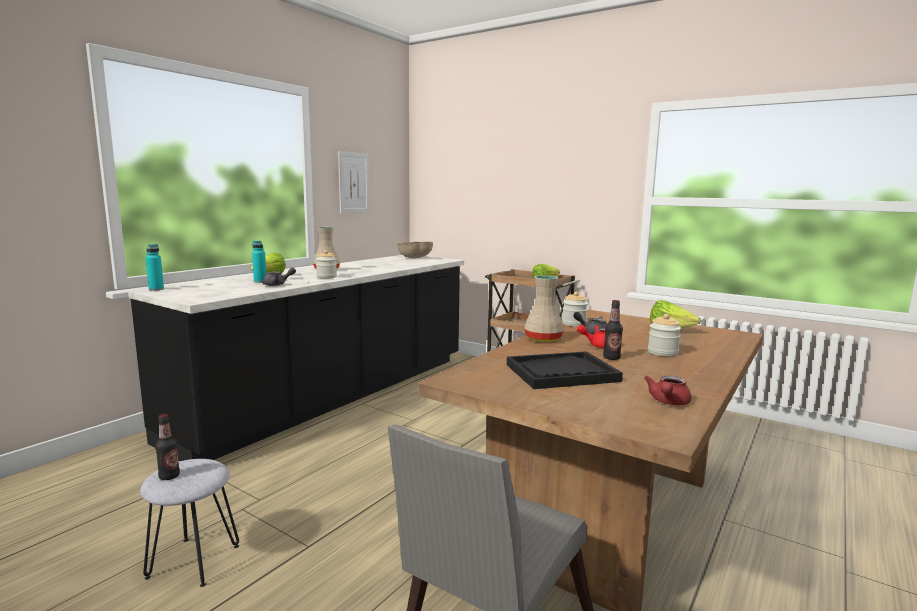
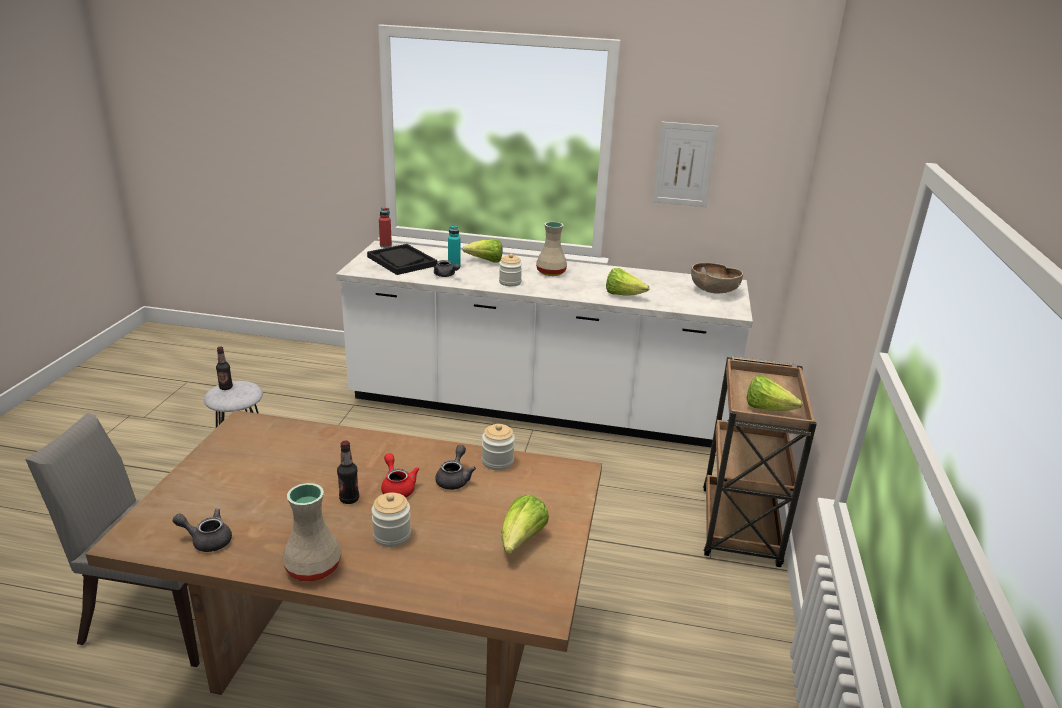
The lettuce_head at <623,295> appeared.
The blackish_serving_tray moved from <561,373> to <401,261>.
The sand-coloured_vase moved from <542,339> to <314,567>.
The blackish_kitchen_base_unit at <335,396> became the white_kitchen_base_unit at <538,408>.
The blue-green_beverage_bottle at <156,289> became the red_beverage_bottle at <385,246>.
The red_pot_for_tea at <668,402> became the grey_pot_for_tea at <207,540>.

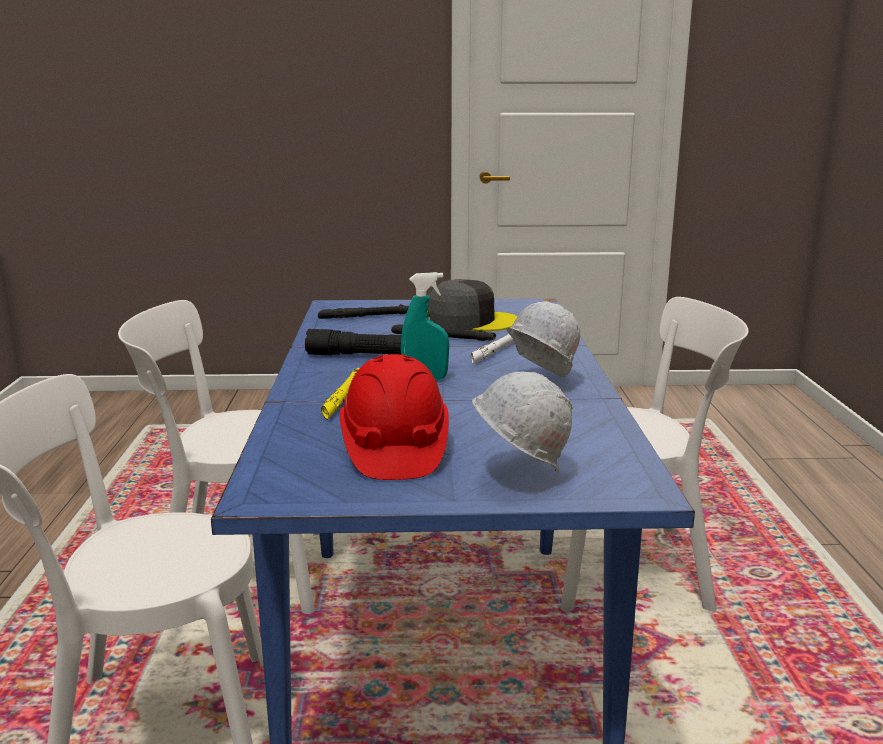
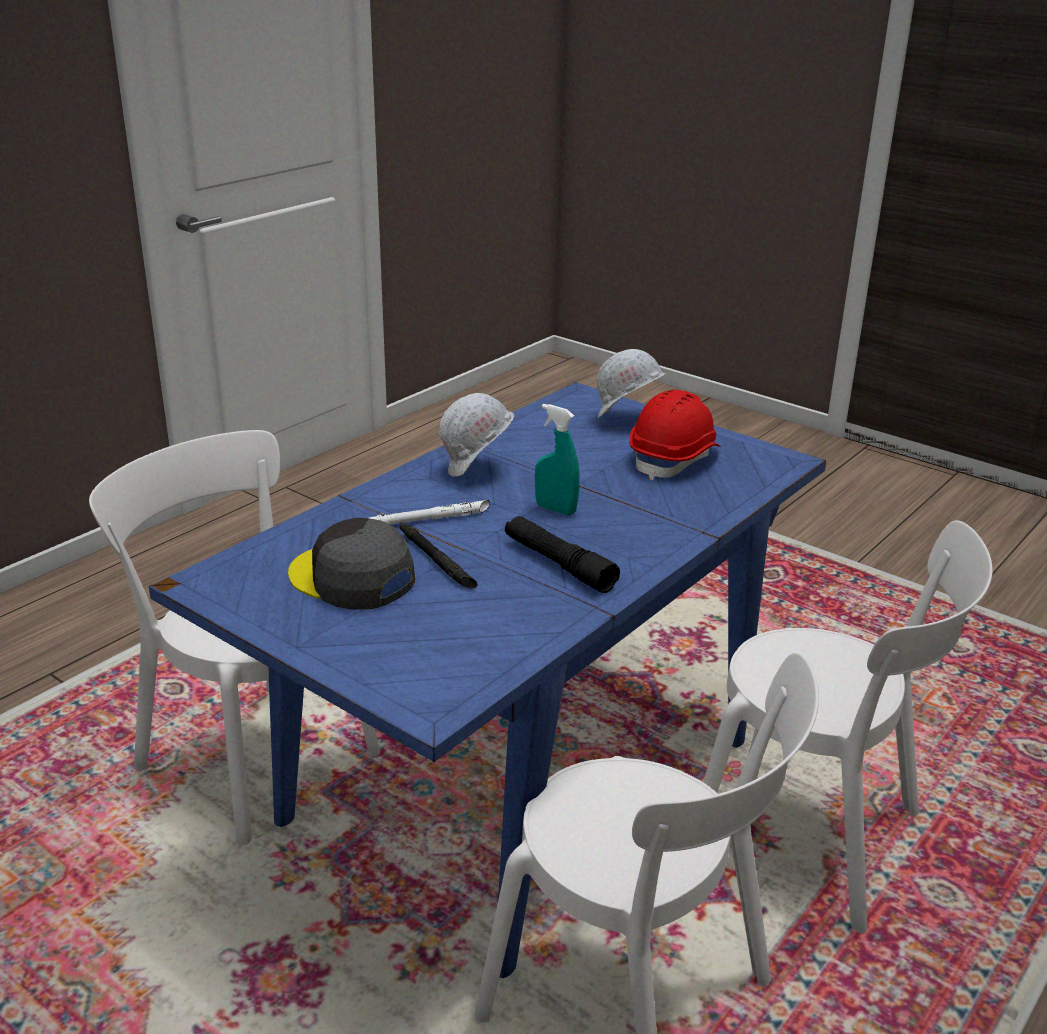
The blackish_hand_torch at <366,316> disappeared.
The yellow_hand_torch at <343,398> disappeared.

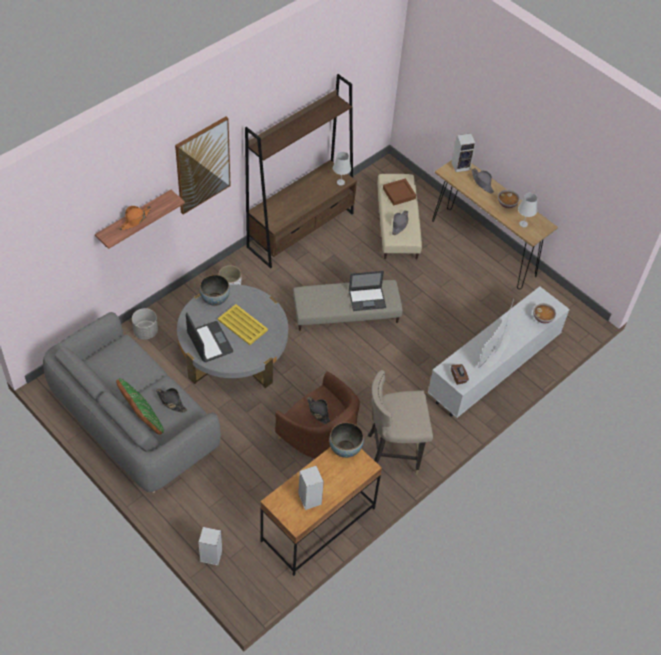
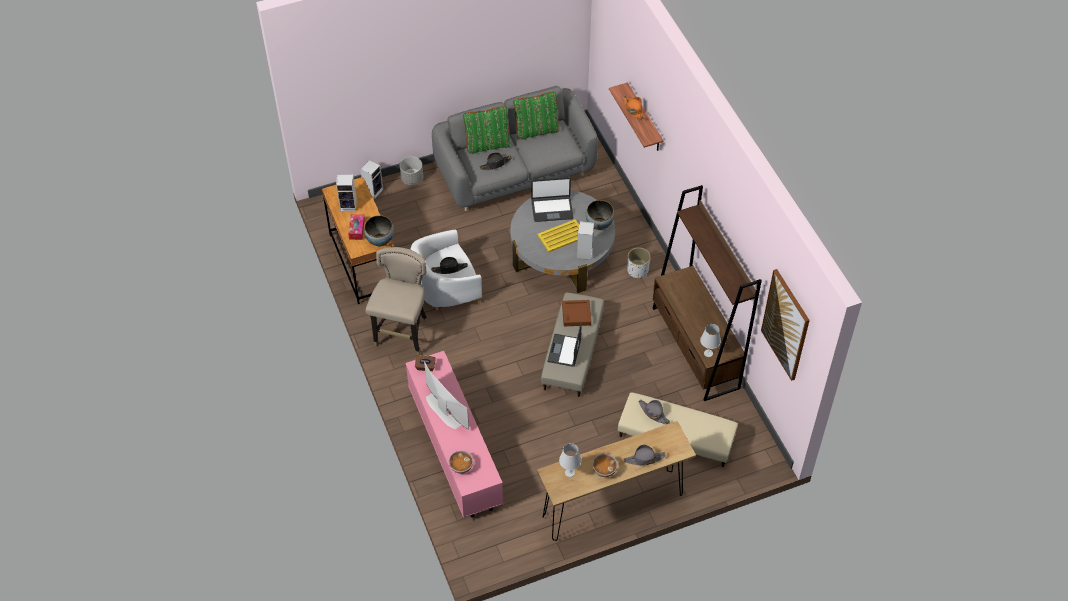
The tissue_box at <357,229> appeared.
The green_cushion at <536,130> appeared.
The grey_flower_pot moved from <145,332> to <412,179>.
The wall_picture moved from <202,165> to <786,325>.
The brownish_serving_tray moved from <399,194> to <576,315>.
The speaker moved from <461,166> to <585,253>.
The brownish_armchair at <319,435> became the white_armchair at <446,289>.
The white_tv_unit at <492,368> became the pinkish_tv_unit at <455,448>.

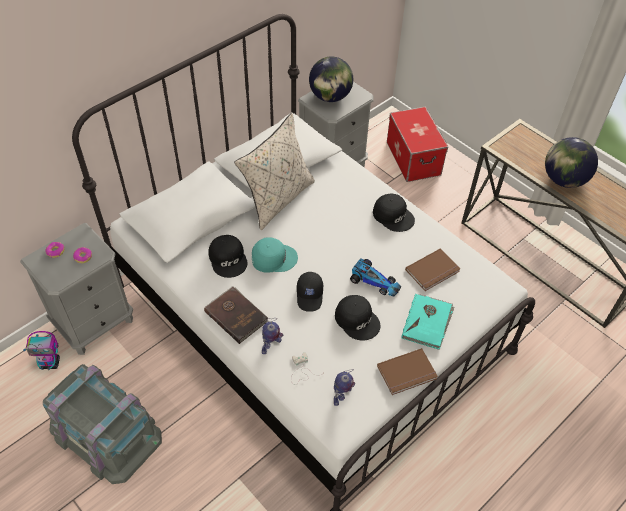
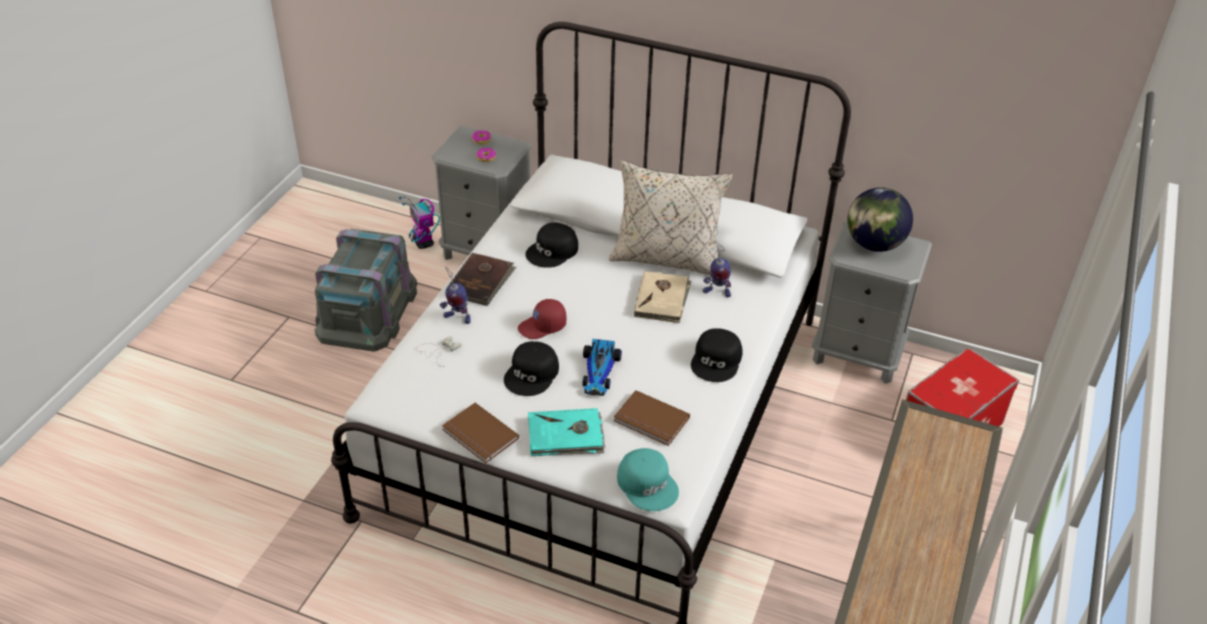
The globe at <563,180> disappeared.
The sand-coloured_bound_book at <662,299> appeared.
The blue-green_cap moved from <273,258> to <648,484>.
The robot_figure moved from <341,395> to <716,292>.
The blackish_cap at <310,295> became the red_cap at <542,327>.

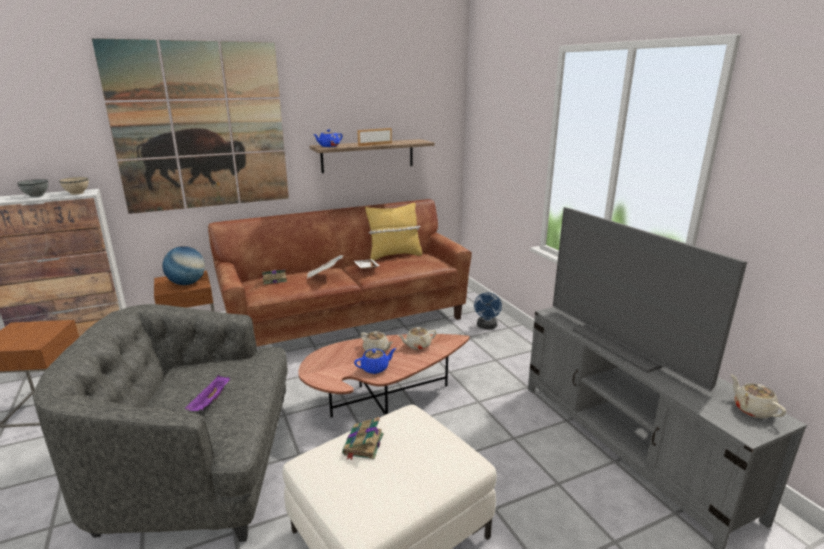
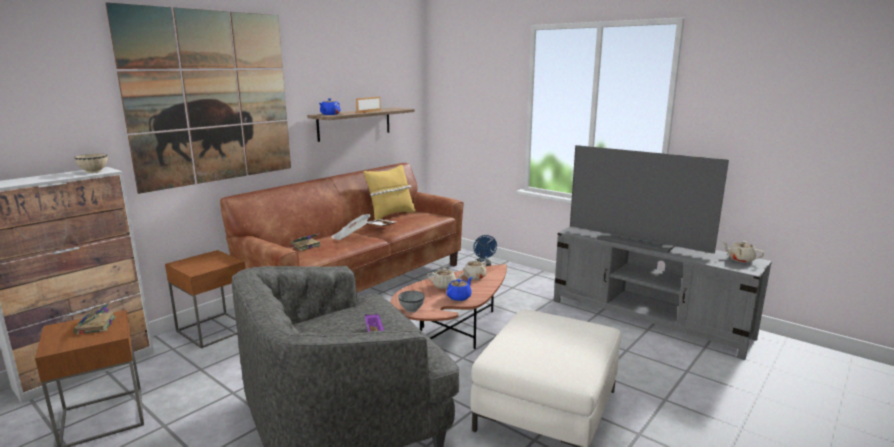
The globe at <187,283> disappeared.
The grey_serving_bowl moved from <36,196> to <411,309>.
The bound_book moved from <363,445> to <95,326>.

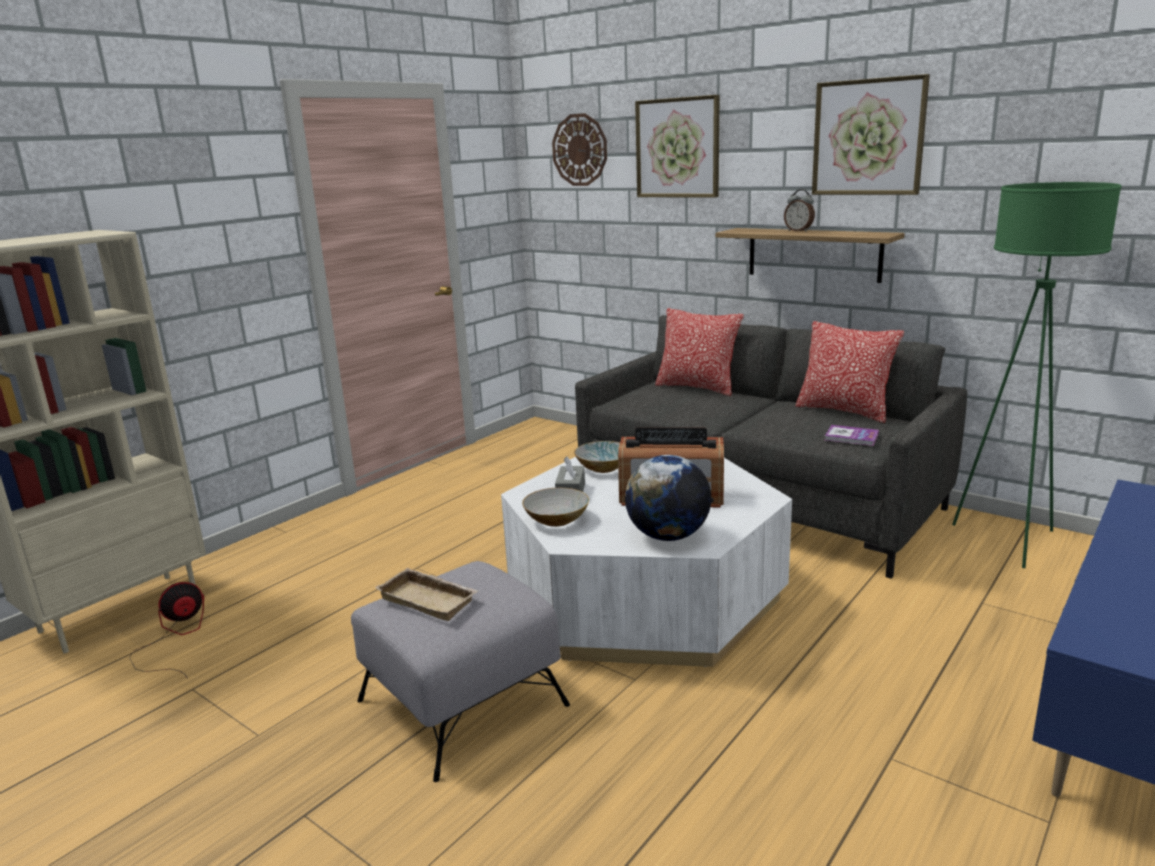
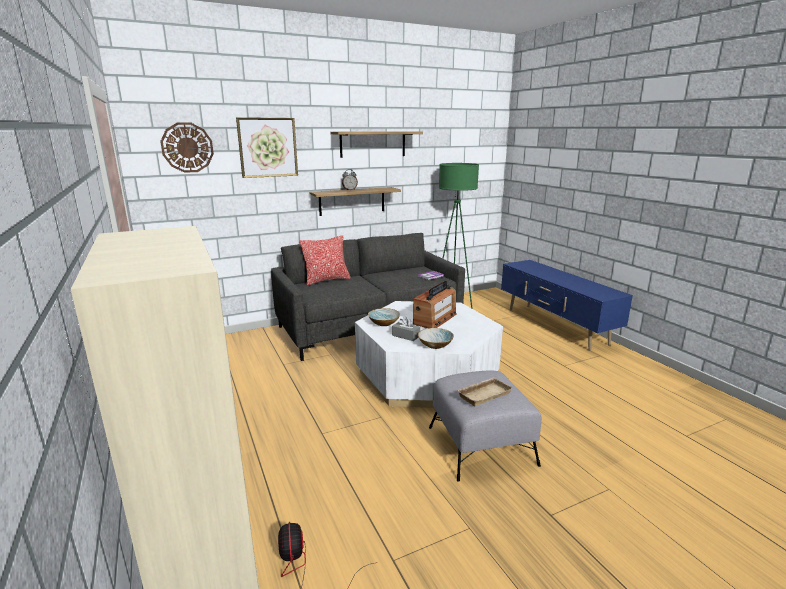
The globe at <668,536> disappeared.
The cushion at <844,411> disappeared.
The wall_picture at <868,137> was replaced by the wall_shelf at <373,144>.

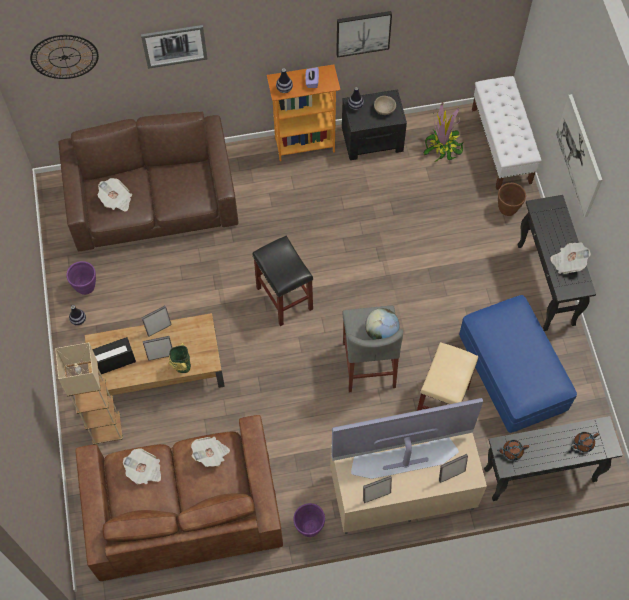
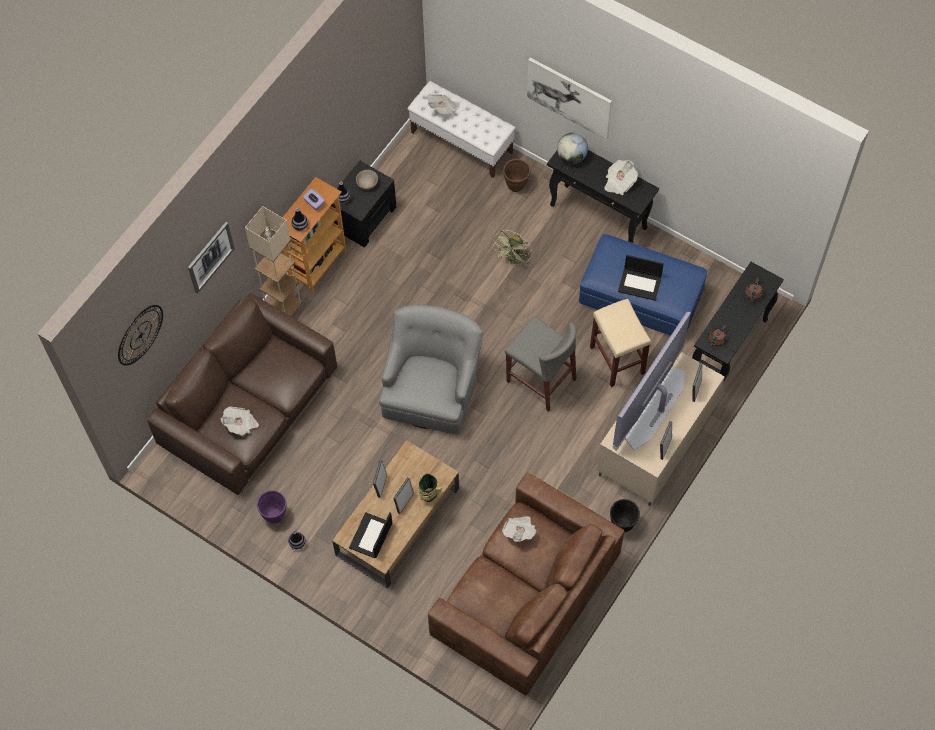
The wall_picture at <363,33> disappeared.
The plant_in_a_pot at <443,146> disappeared.
The green_fan at <514,260> appeared.
The laptop at <640,284> appeared.
The sand-coloured_standing_lamp moved from <107,429> to <284,307>.
The newspaper moved from <144,471> to <443,109>.
The globe moved from <381,332> to <571,157>.
The blackish_stool_seat at <285,299> was replaced by the grey_armchair at <432,388>.
The purple-coloured_flower_pot at <309,527> became the blackish_flower_pot at <622,524>.

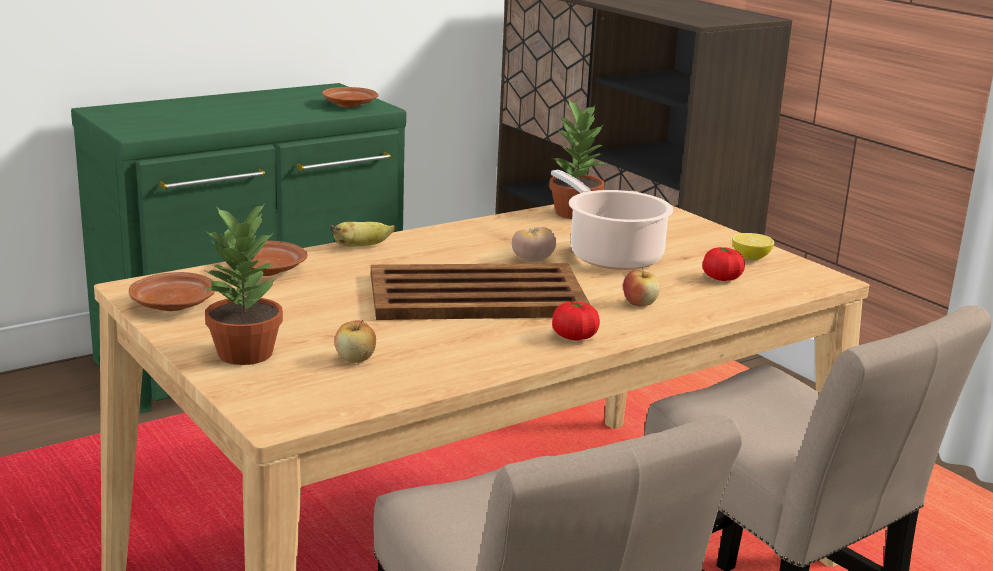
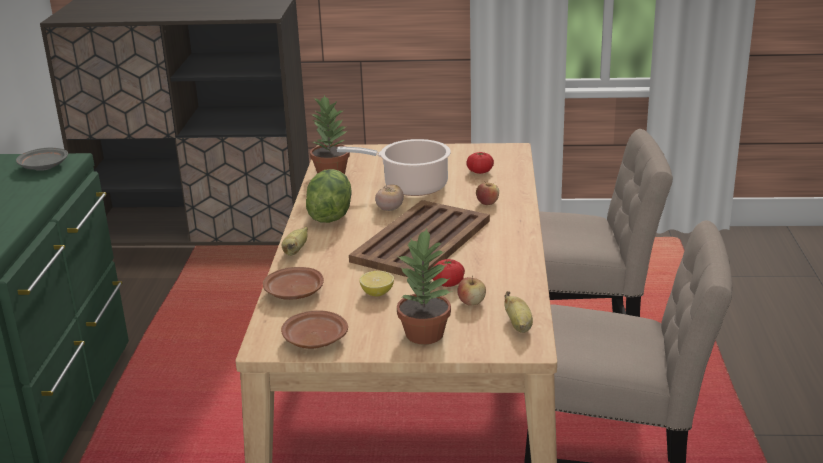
The lettuce_head at <329,215> appeared.
The banana_fruit at <518,326> appeared.
The tomato moved from <574,337> to <448,283>.
The whole_lemon moved from <750,258> to <377,293>.
The brownish_flat_dish at <349,105> became the grey_flat_dish at <43,166>.

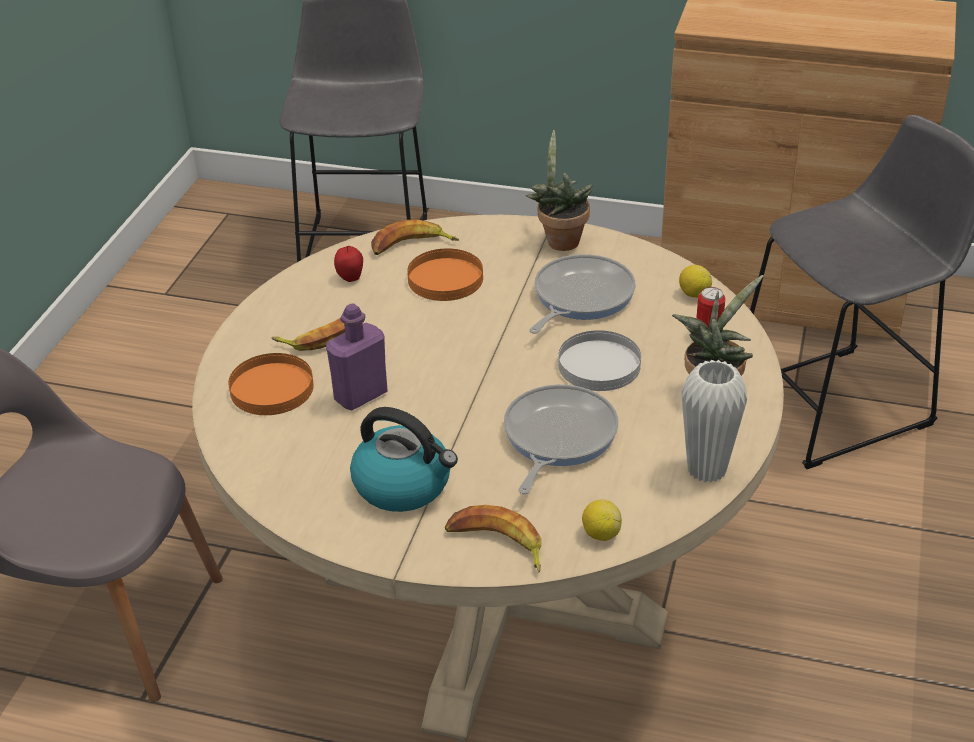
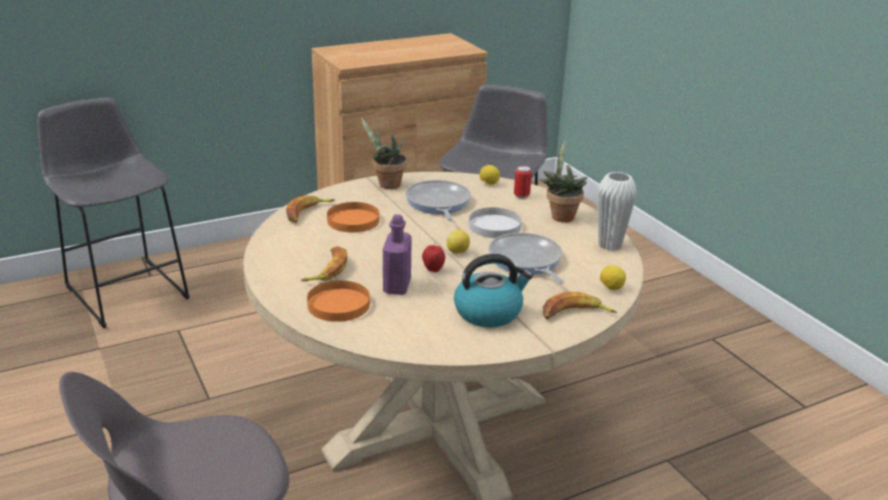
The whole_lemon at <458,252> appeared.
The apple moved from <350,278> to <433,270>.

